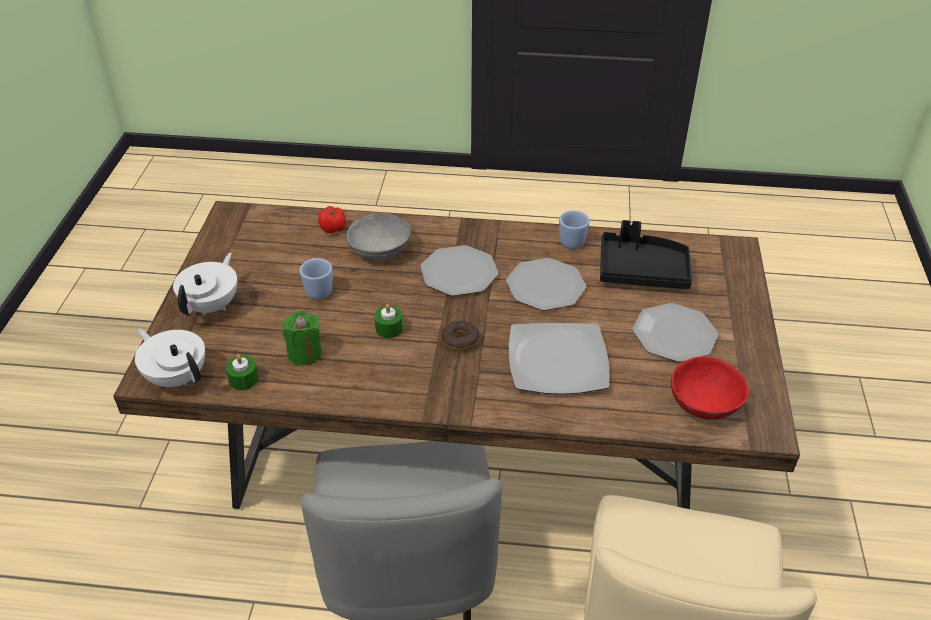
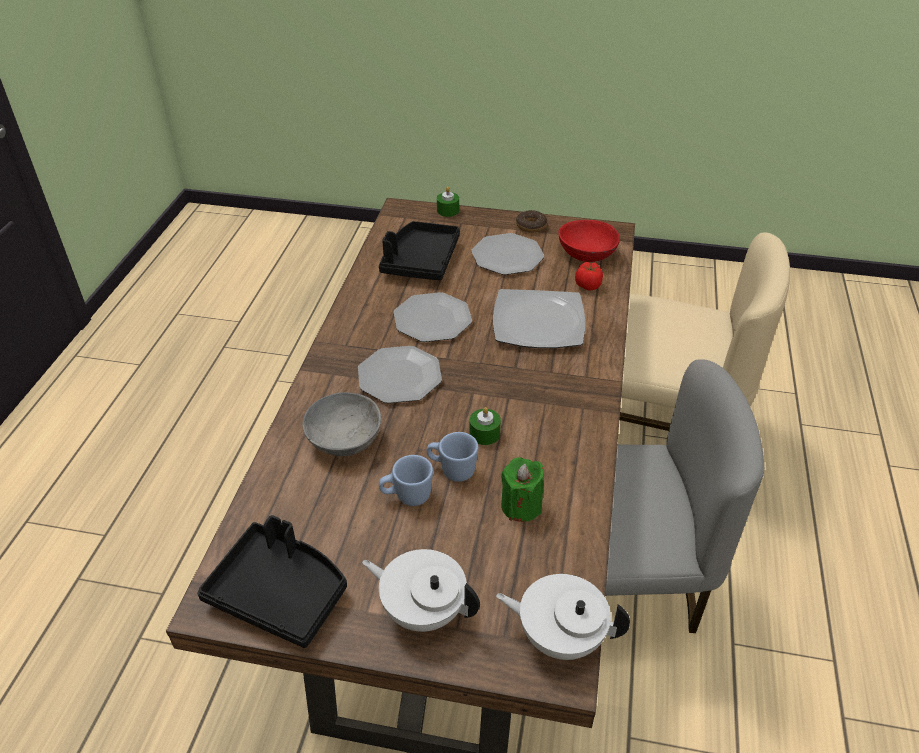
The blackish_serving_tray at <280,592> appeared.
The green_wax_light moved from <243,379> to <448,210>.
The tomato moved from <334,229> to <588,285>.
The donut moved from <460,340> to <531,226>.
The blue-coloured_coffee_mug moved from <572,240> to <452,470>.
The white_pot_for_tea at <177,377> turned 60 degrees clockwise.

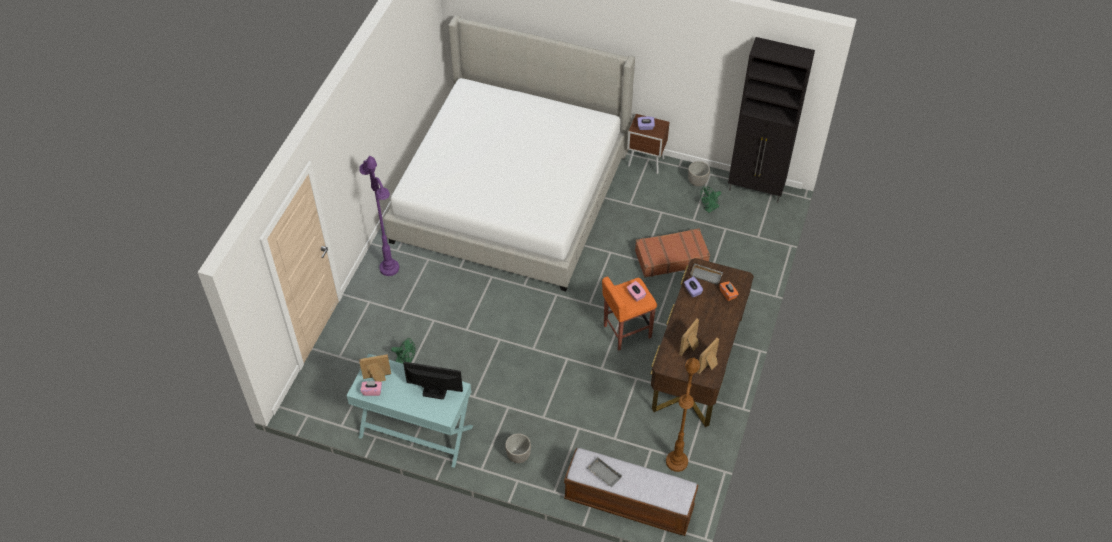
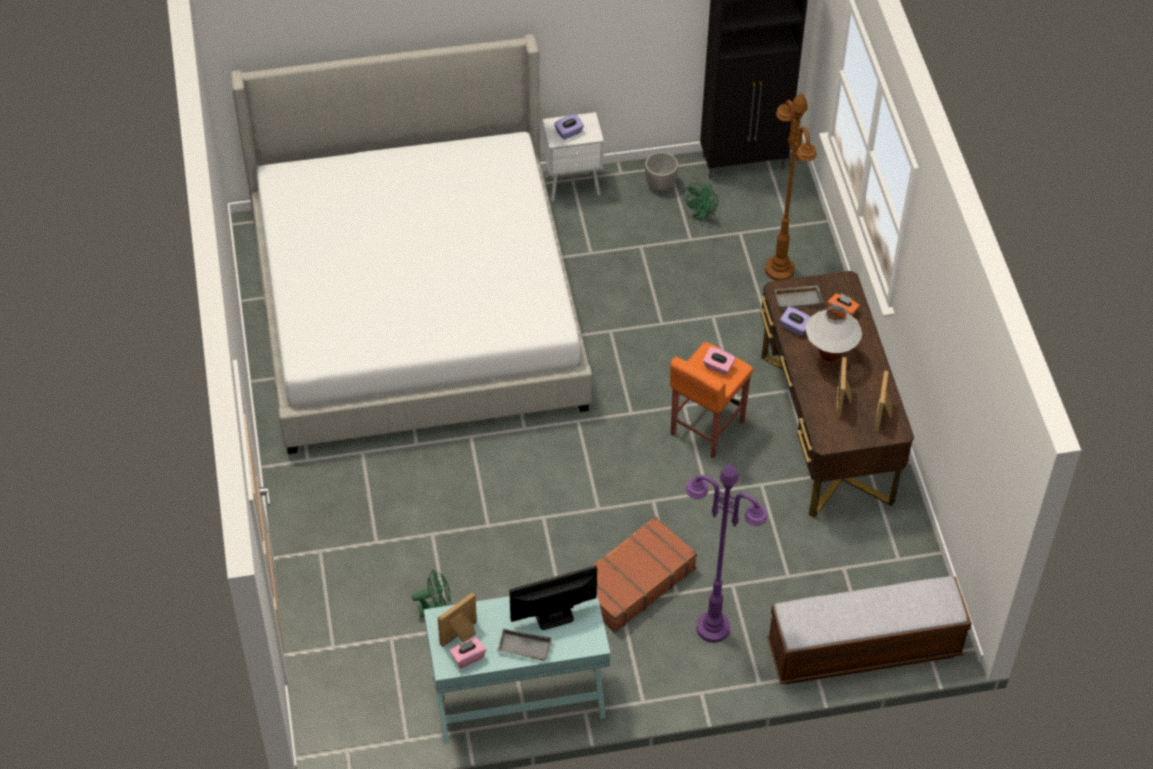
The flower_pot at <518,456> disappeared.
The white_table_lamp at <829,359> appeared.
The purple-coloured_standing_lamp moved from <389,268> to <713,628>.
The grey_serving_tray moved from <603,474> to <523,648>.
The brownish_travel_case moved from <671,258> to <633,581>.
The brownish_standing_lamp moved from <676,462> to <780,270>.
The brownish_night_table at <646,163> became the white_night_table at <574,186>.

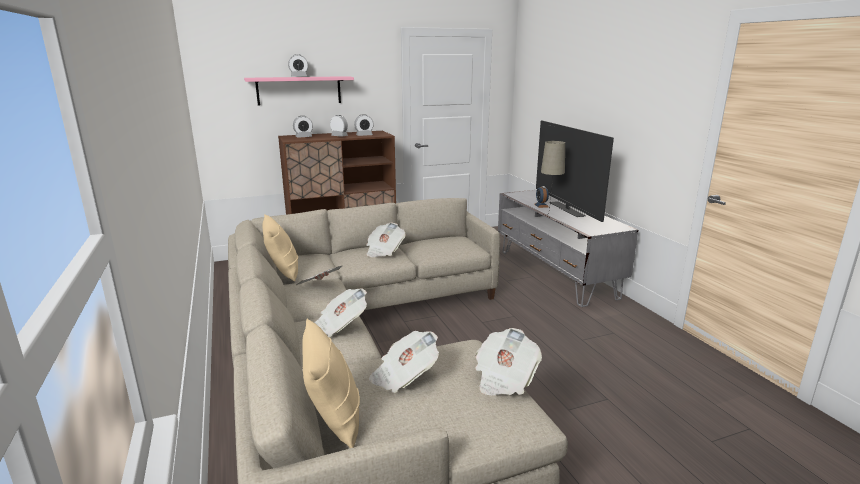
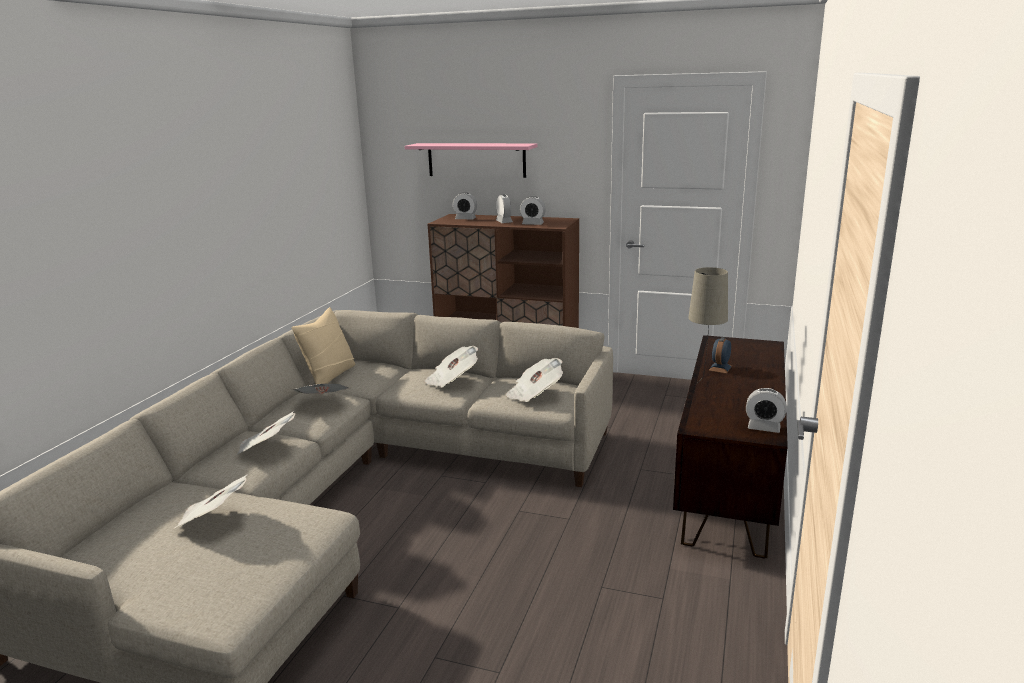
The sand-coloured_cushion at <334,418> disappeared.
The TV at <566,209> disappeared.
The alarm_clock moved from <299,77> to <764,428>.
The newspaper moved from <504,378> to <534,394>.
The grey_tv_unit at <555,273> became the brownish_tv_unit at <728,483>.

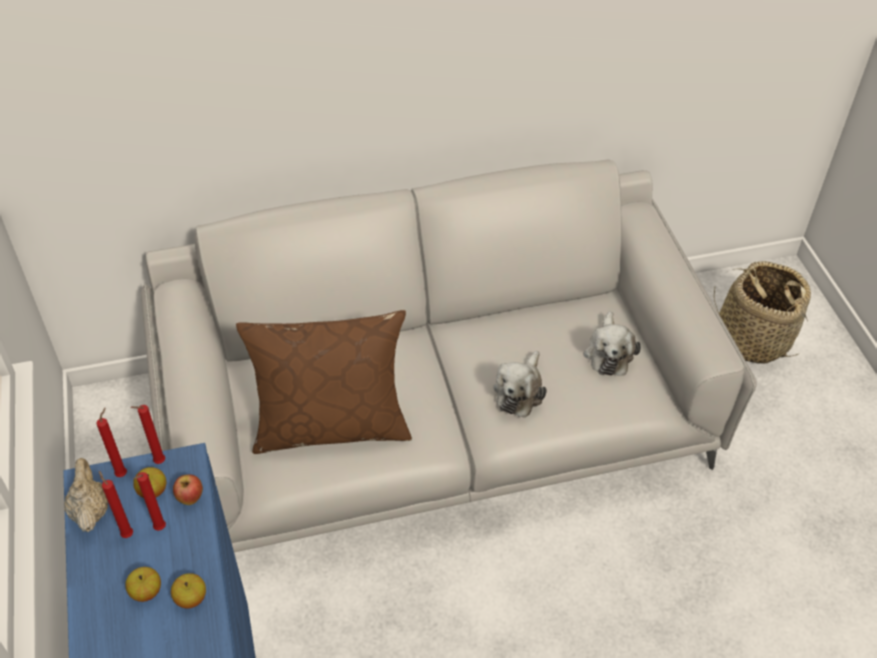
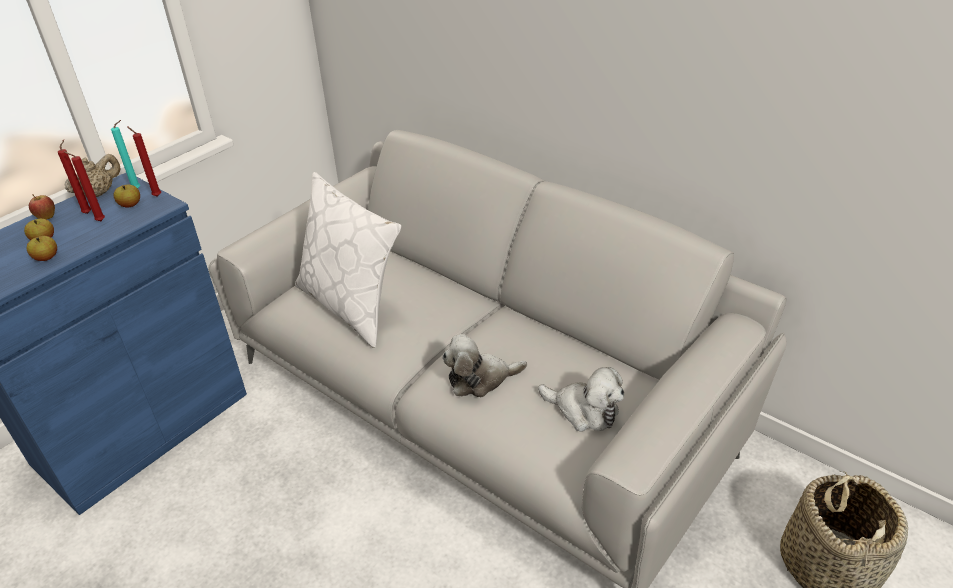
The apple moved from <190,498> to <47,218>.
The red_wax_light at <123,473> became the blue-green_wax_light at <138,189>.
The brownish_cushion at <331,425> became the white_cushion at <351,305>.
The soft_toy at <608,353> turned 120 degrees counterclockwise.

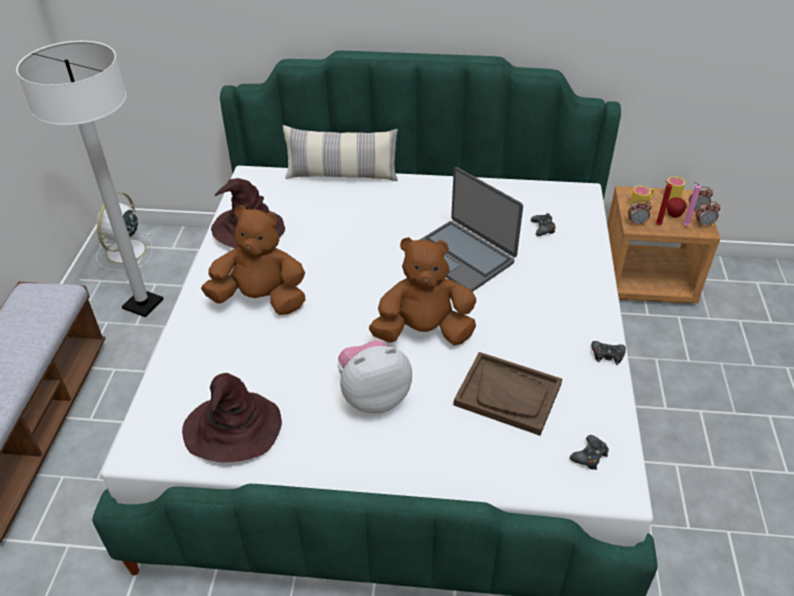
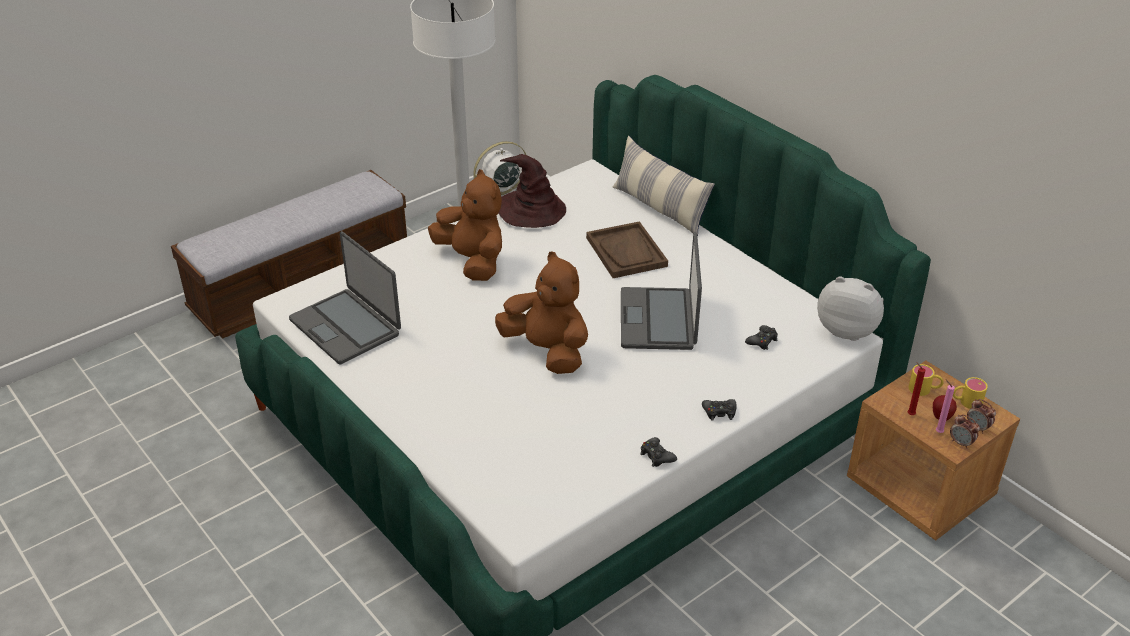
The alarm_clock at <636,223> disappeared.
The soft_toy moved from <373,396> to <847,330>.
The brownish_serving_tray moved from <508,394> to <626,252>.
The blackish_gamepad moved from <589,456> to <719,412>.
The brownish_clothing_hat at <232,429> was replaced by the laptop at <346,327>.

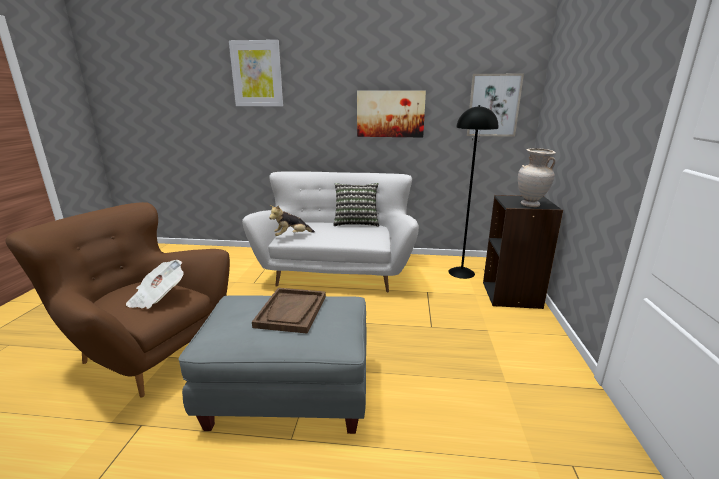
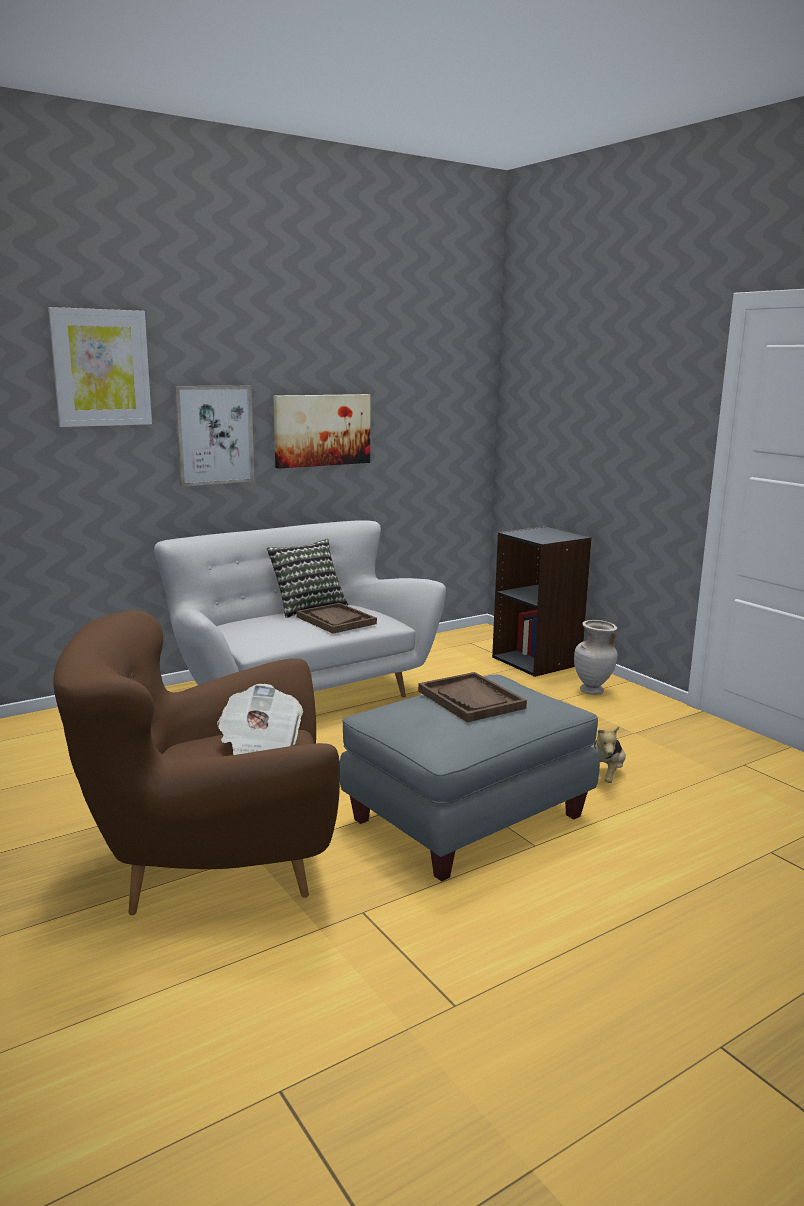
The blackish_standing_lamp at <461,272> disappeared.
The brownish_serving_tray at <335,620> appeared.
The soft_toy moved from <291,236> to <605,776>.
The wall_picture moved from <493,105> to <214,435>.
The sand-coloured_vase moved from <530,205> to <592,691>.

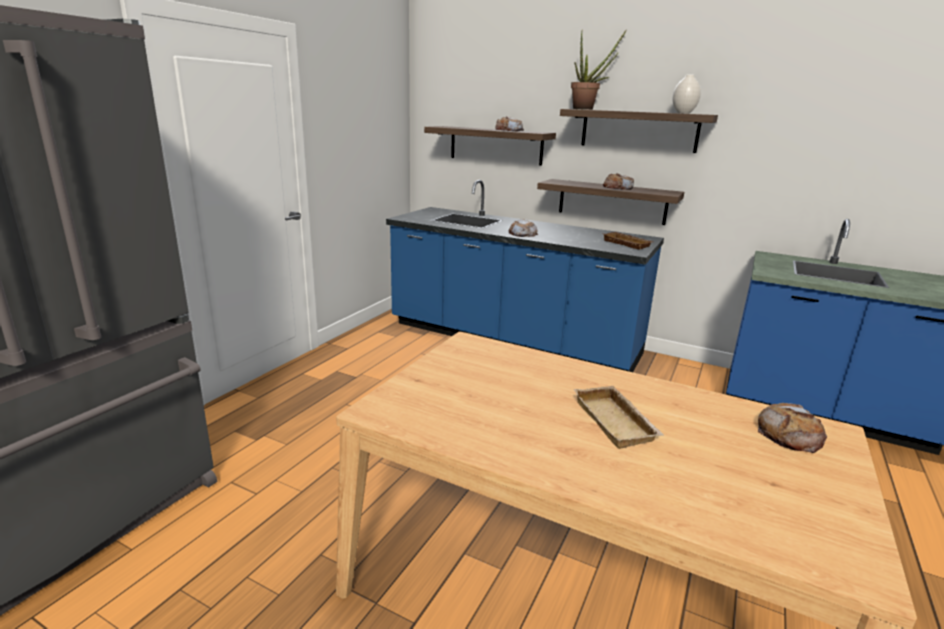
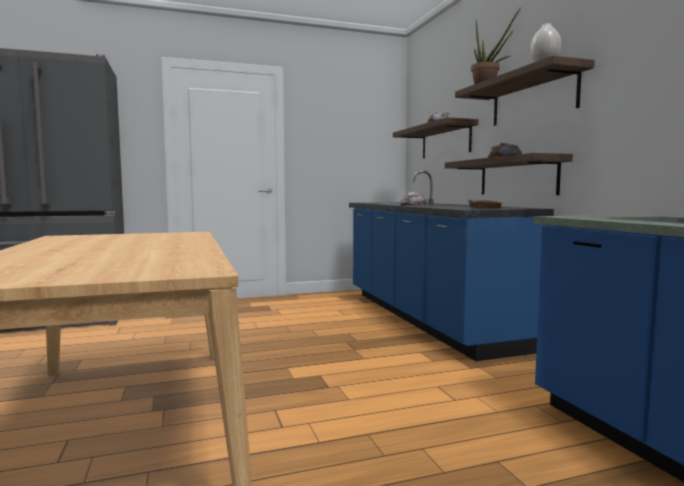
The sand-coloured_serving_tray at <617,422> disappeared.
The baked_bread at <789,434> disappeared.

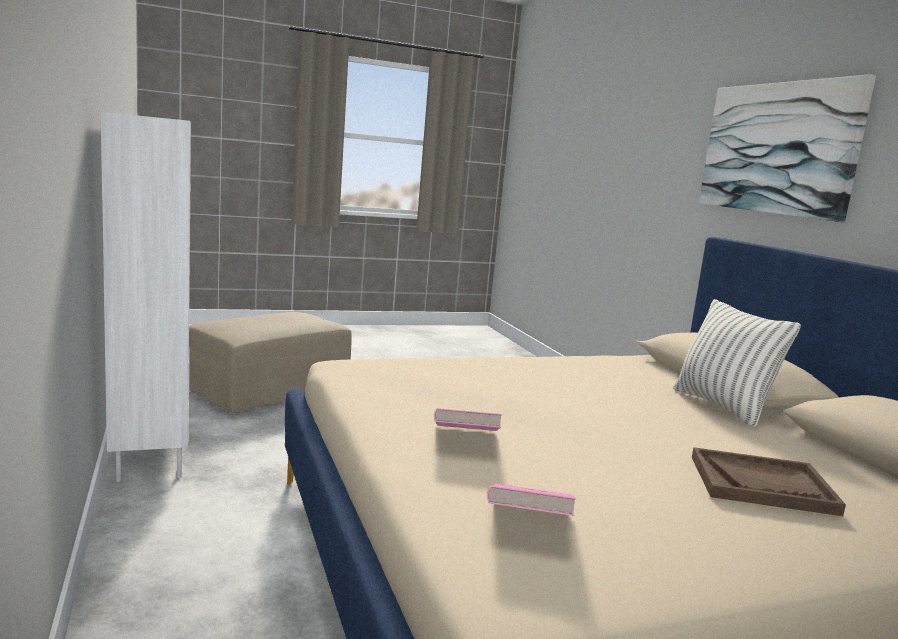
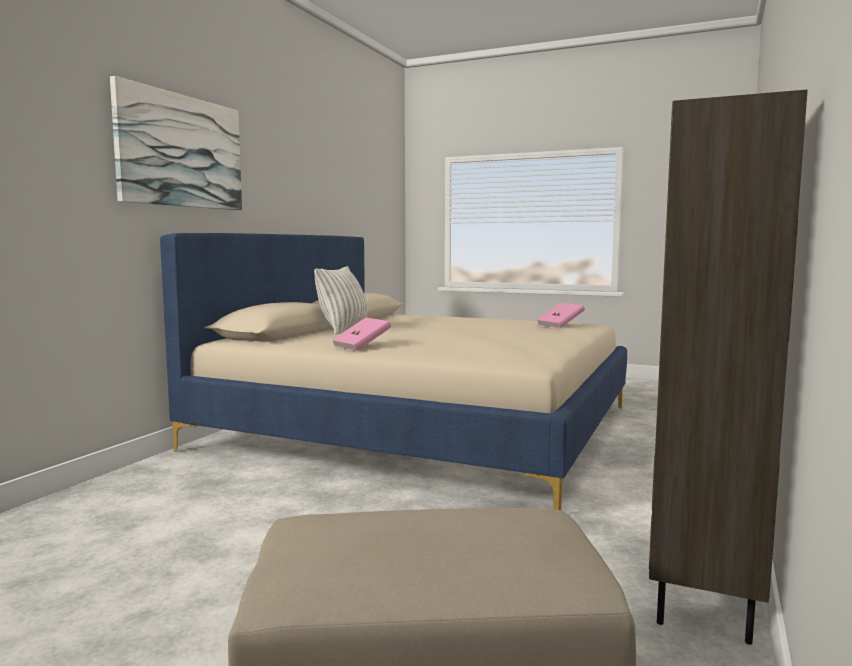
The brownish_serving_tray at <762,484> disappeared.
The pinkish_bound_book moved from <464,440> to <361,346>.
The white_shelving_unit at <149,454> became the brownish_shelving_unit at <707,591>.

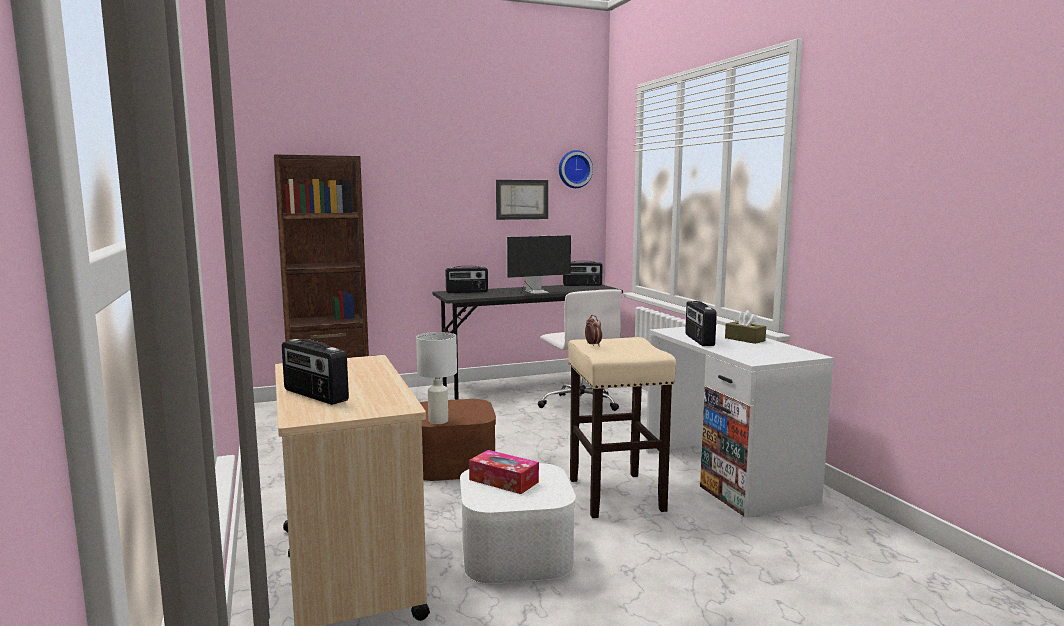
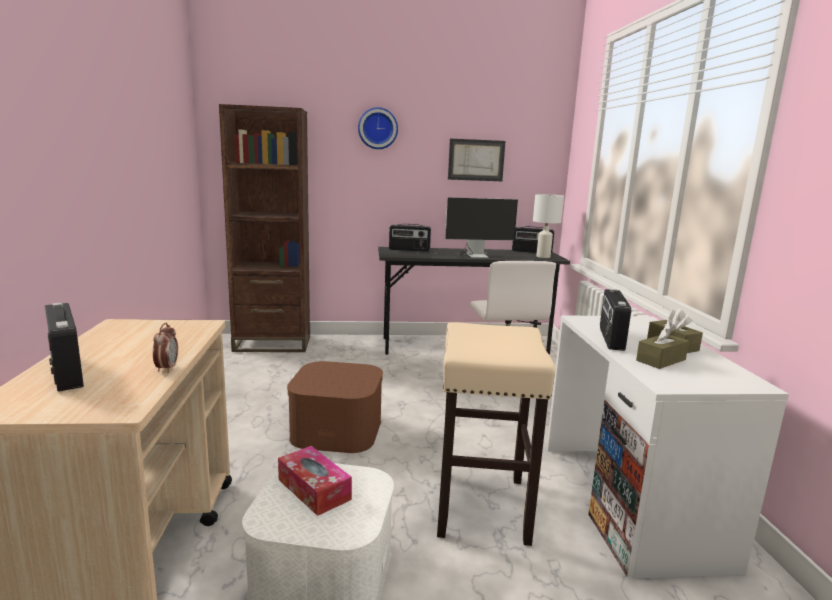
The brownish_tissue_box at <661,360> appeared.
The white_table_lamp moved from <438,421> to <543,256>.
The wall_clock moved from <574,169> to <377,128>.
The alarm_clock moved from <593,345> to <167,368>.

